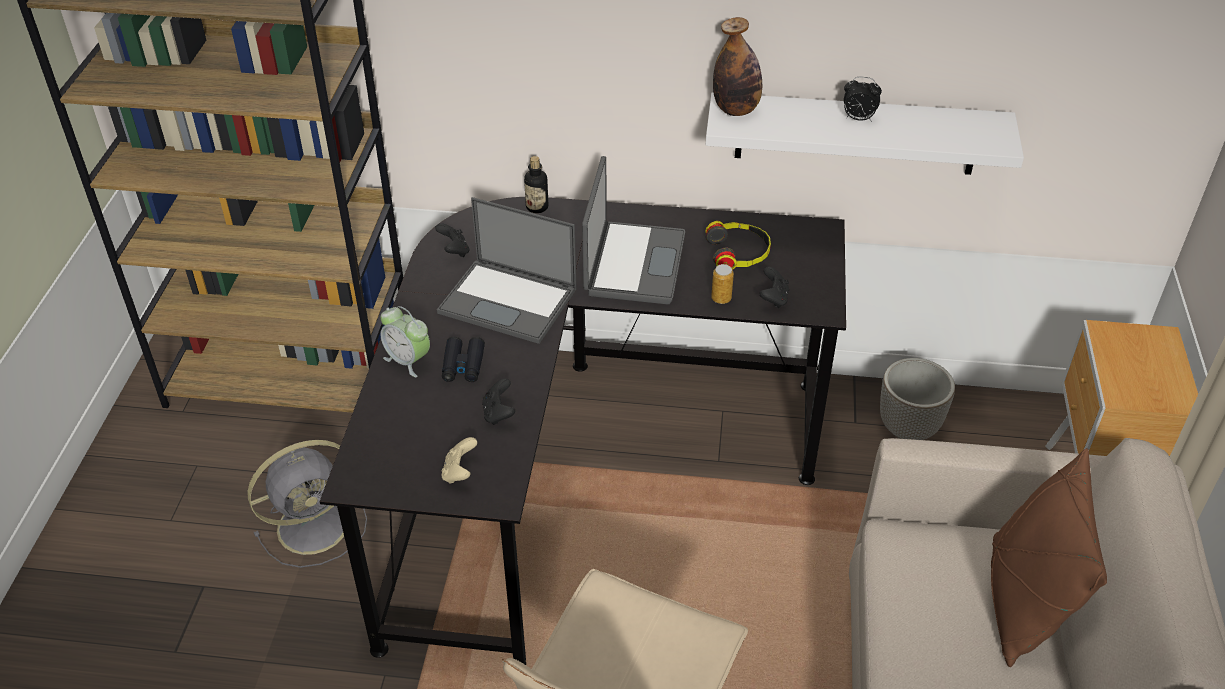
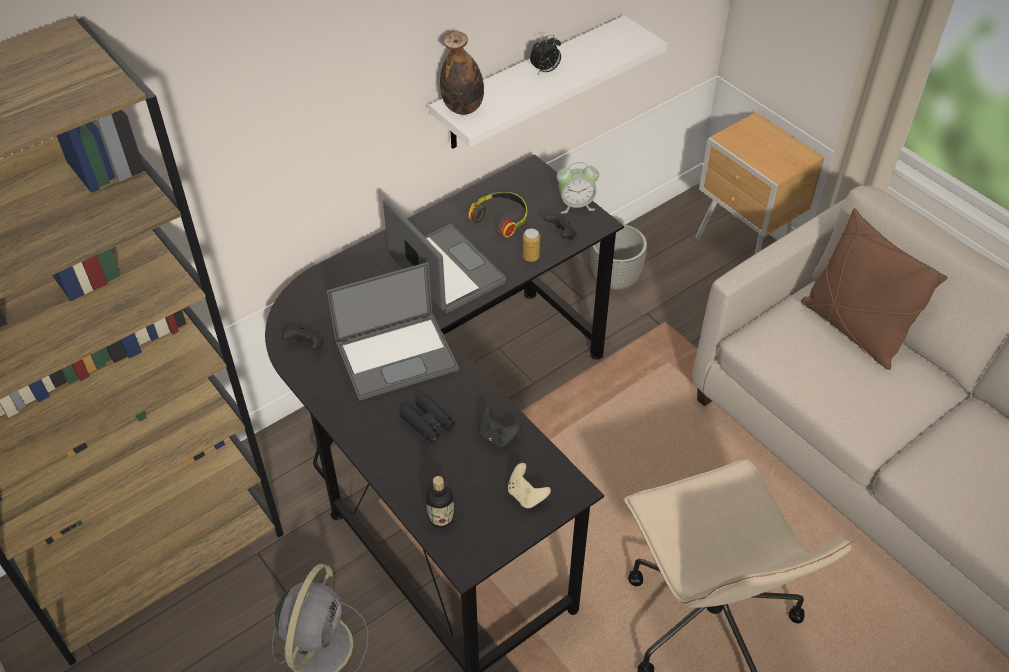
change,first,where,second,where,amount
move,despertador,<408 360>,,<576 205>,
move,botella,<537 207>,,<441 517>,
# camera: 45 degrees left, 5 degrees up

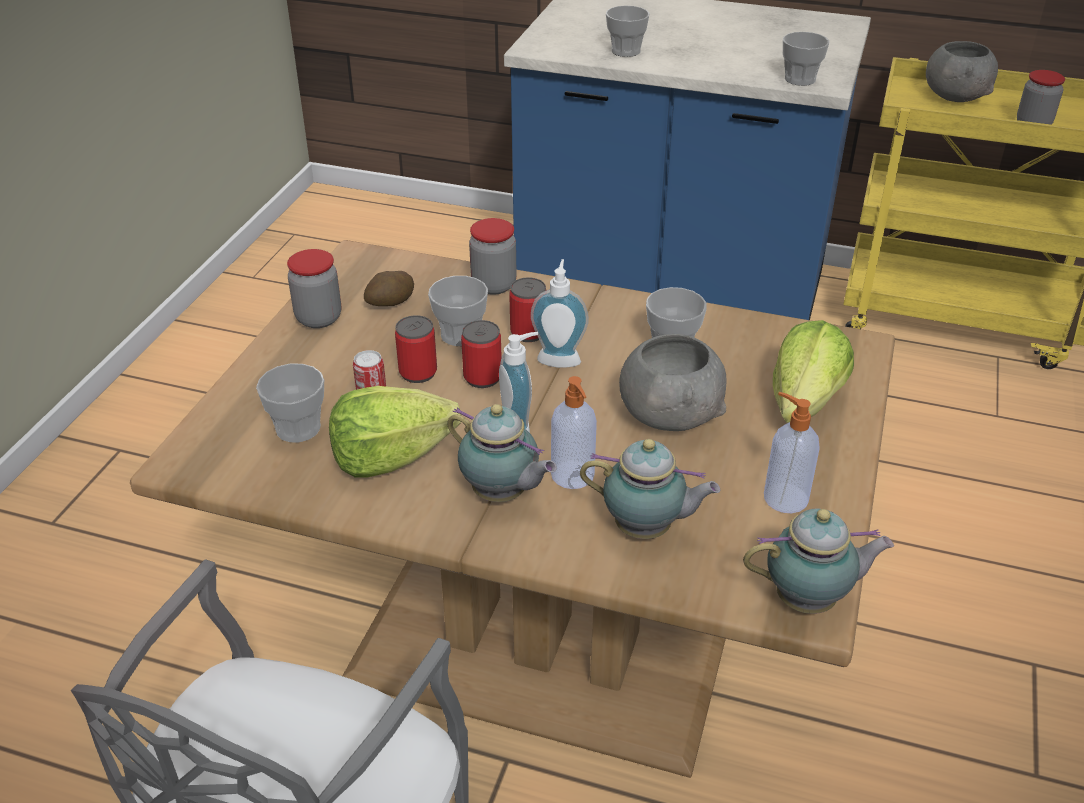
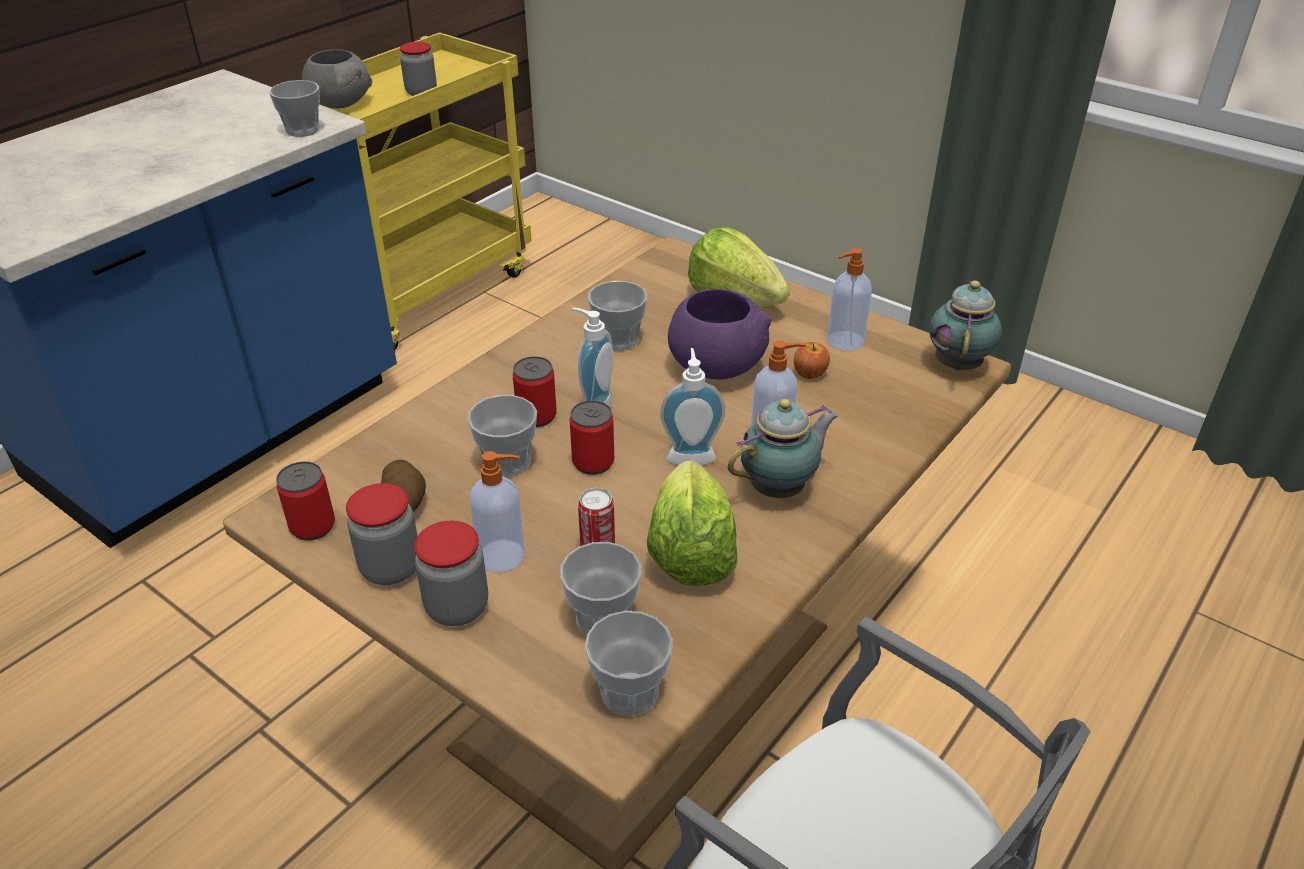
change,first,where,second,where,amount
move,lata,<418 372>,,<312 526>,
move,tarro,<494 285>,,<457 607>,
delete,tetera,<646 529>,,,
move,taza,<625 51>,,<629 692>,
recolor,cuenco (gris),<670 415>,cuenco (morado),<715 367>,
insert,,,dispensador de jabón,<503 556>,
insert,,,manzana,<810 373>,
# camera: 70 degrees left, 0 degrees up

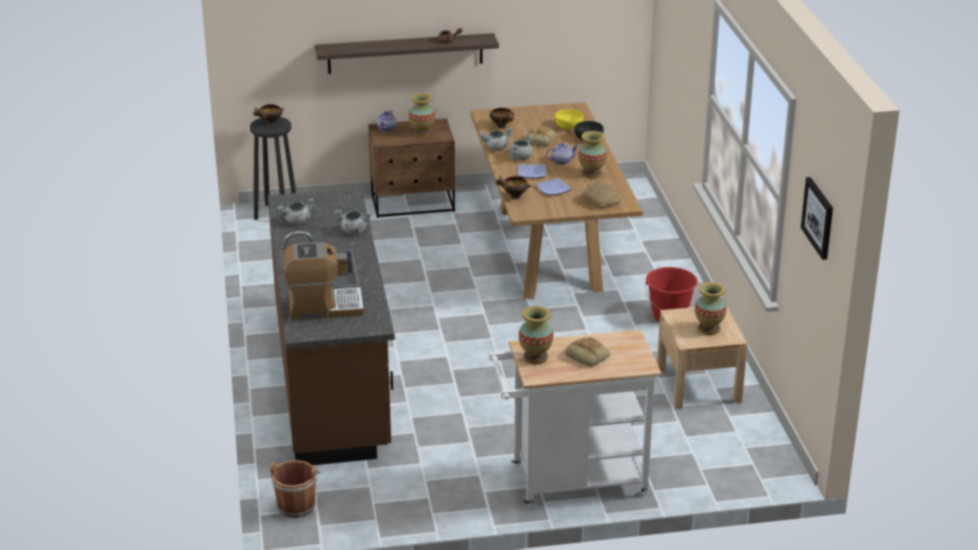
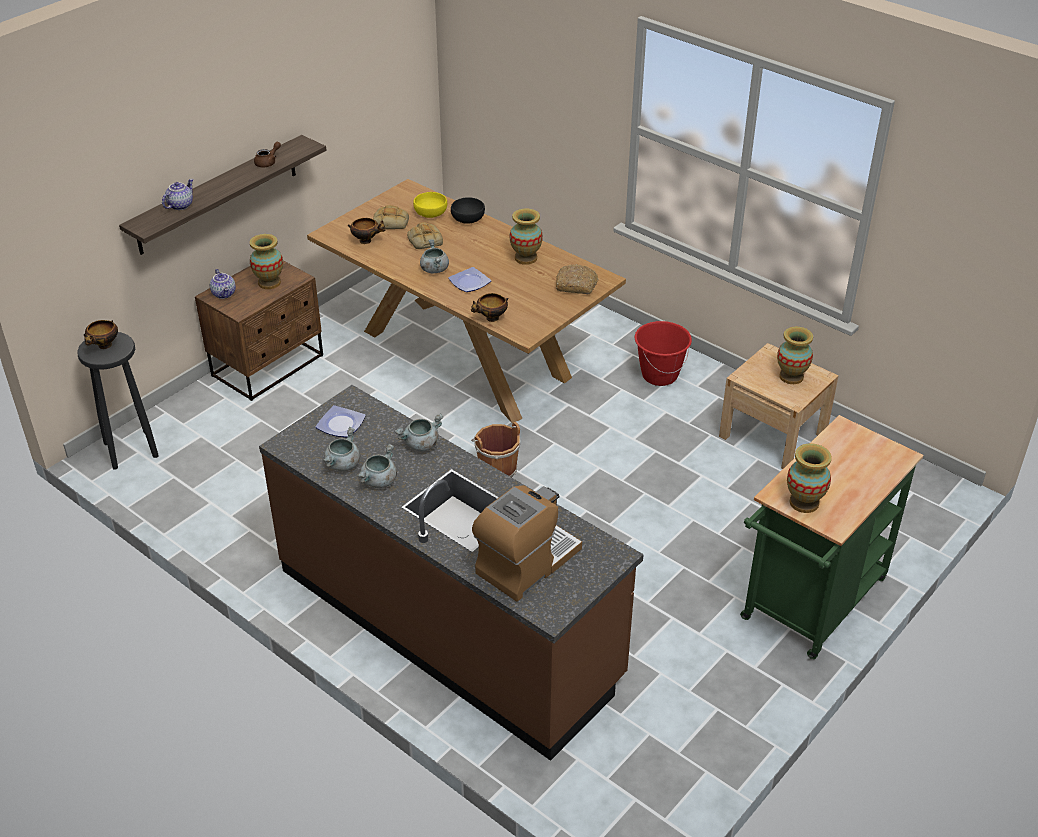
change,first,where,second,where,amount
move,cubo (marrón),<296 505>,,<496 468>,
move,olla (gris),<496 148>,,<379 481>,
recolor,carrito (blanco),<570 481>,carrito (verde),<809 606>,
move,plato,<554 189>,,<342 424>,
move,tetera,<561 161>,,<180 205>,
move,pan,<588 356>,,<391 222>,
delete,cuadro,<818 217>,,,
# camera: 40 degrees left, 10 degrees up

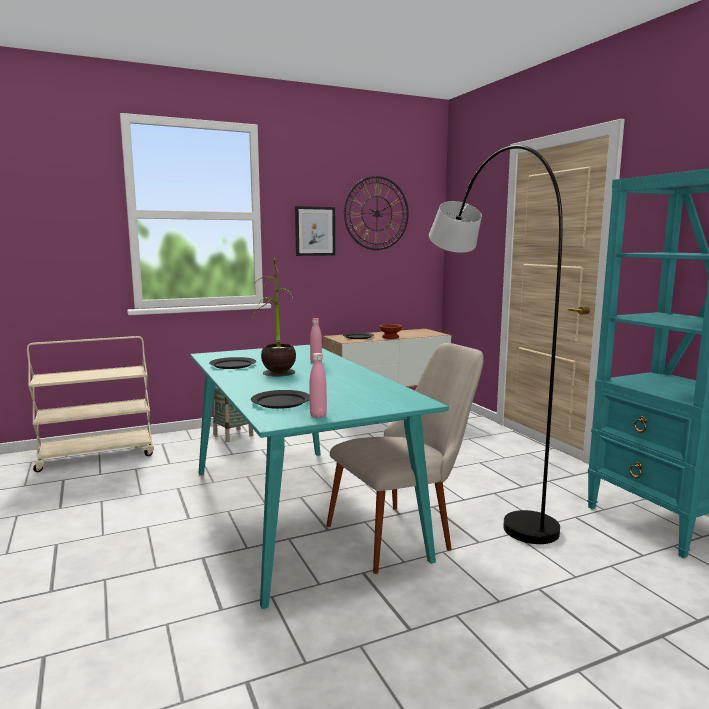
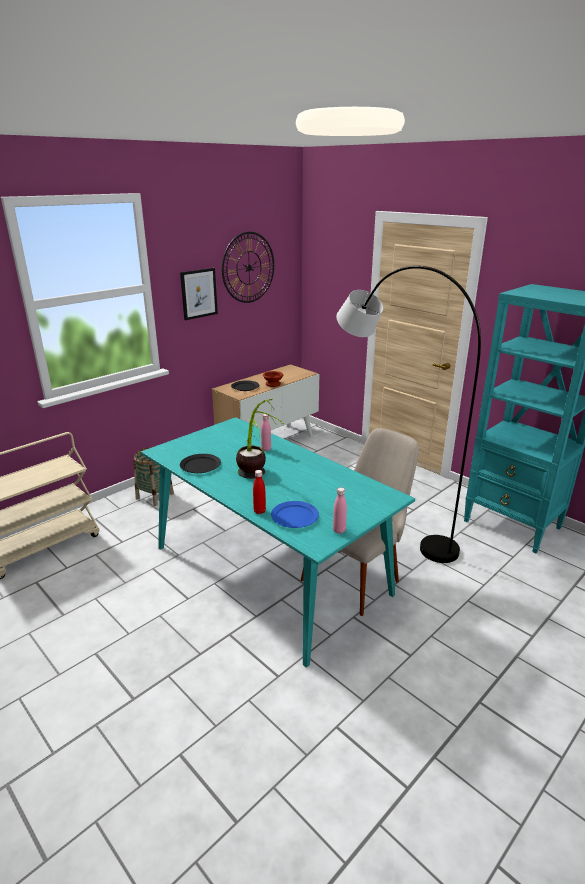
change,first,where,second,where,amount
recolor,plato (negro),<281 401>,plato (azul),<294 516>,
insert,,,botella (rojo),<259 511>,
# camera: 20 degrees left, 15 degrees up

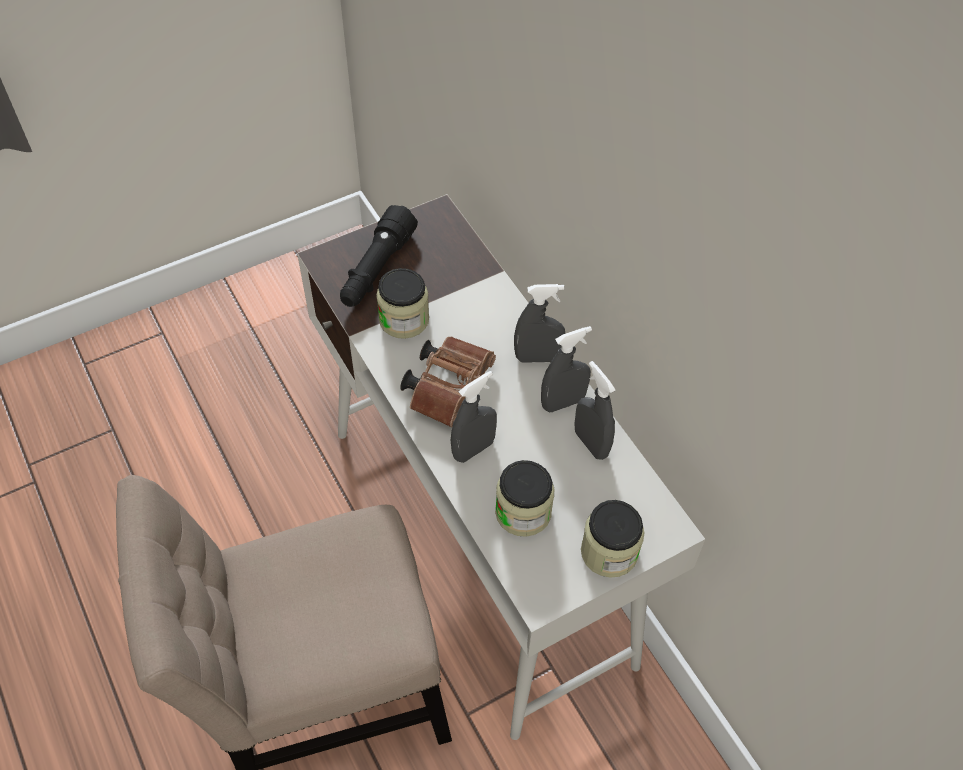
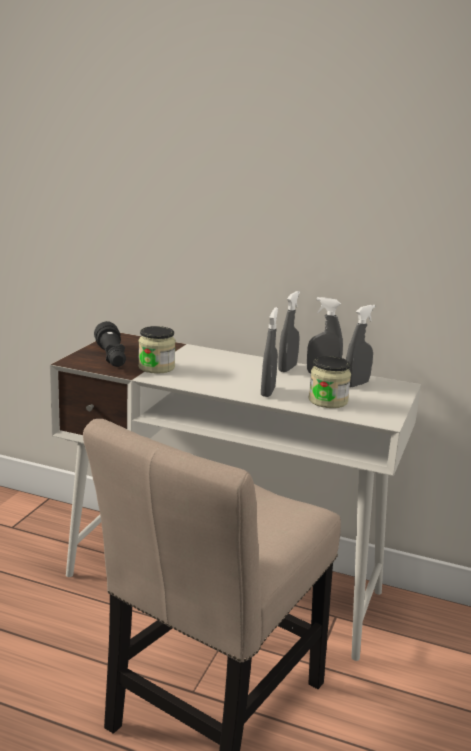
change,first,where,second,where,amount
delete,prismáticos (marrón),<449 386>,,,
move,pulverizador (gris),<537 357>,,<356 384>,
delete,tarro,<609 552>,,,
# camera: 40 degrees left, 35 degrees down

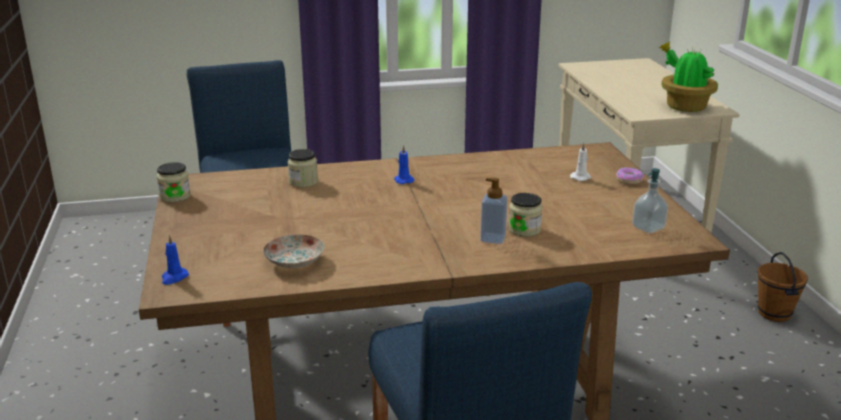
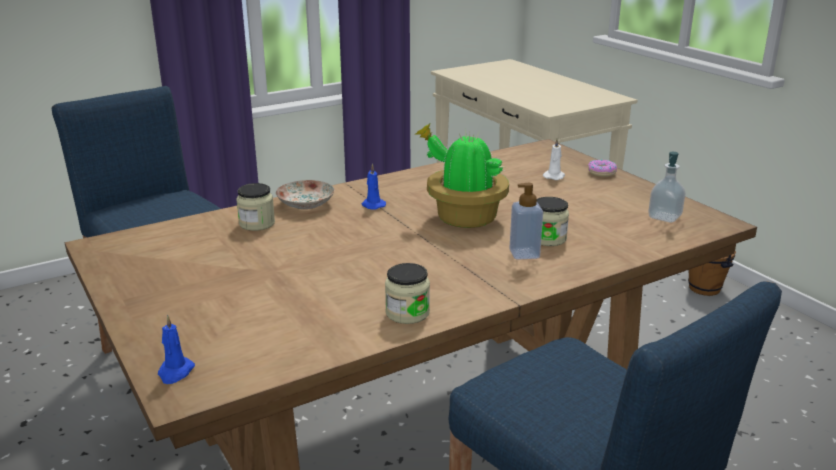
change,first,where,second,where,amount
move,tarro,<175 196>,,<407 313>,
move,plato,<294 261>,,<305 204>,
move,planta en maceta,<684 106>,,<463 218>,
# camera: 20 degrees left, 0 degrees up

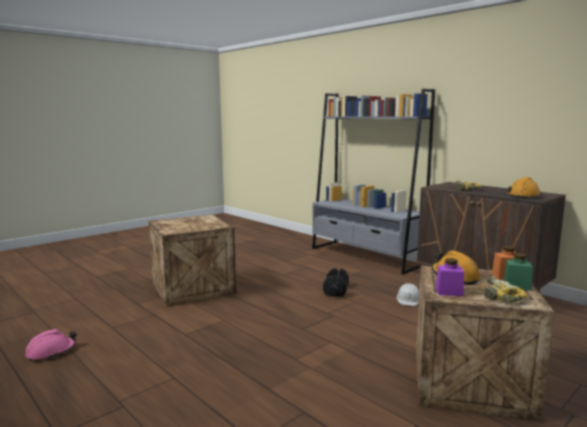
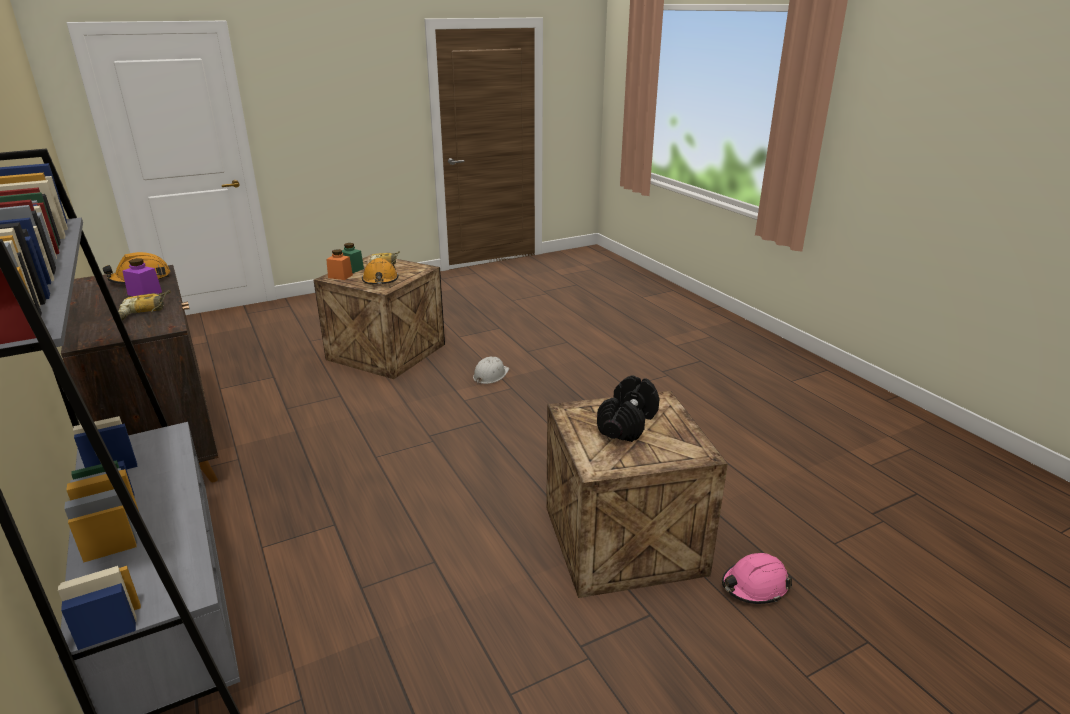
change,first,where,second,where,amount
move,casco (rosa),<51 352>,,<754 586>,
move,mancuerna (negro),<336 290>,,<627 424>,
move,casco (blanco),<408 299>,,<490 375>,
move,tarro (morado),<449 292>,,<145 293>,
# camera: 165 degrees left, 15 degrees up

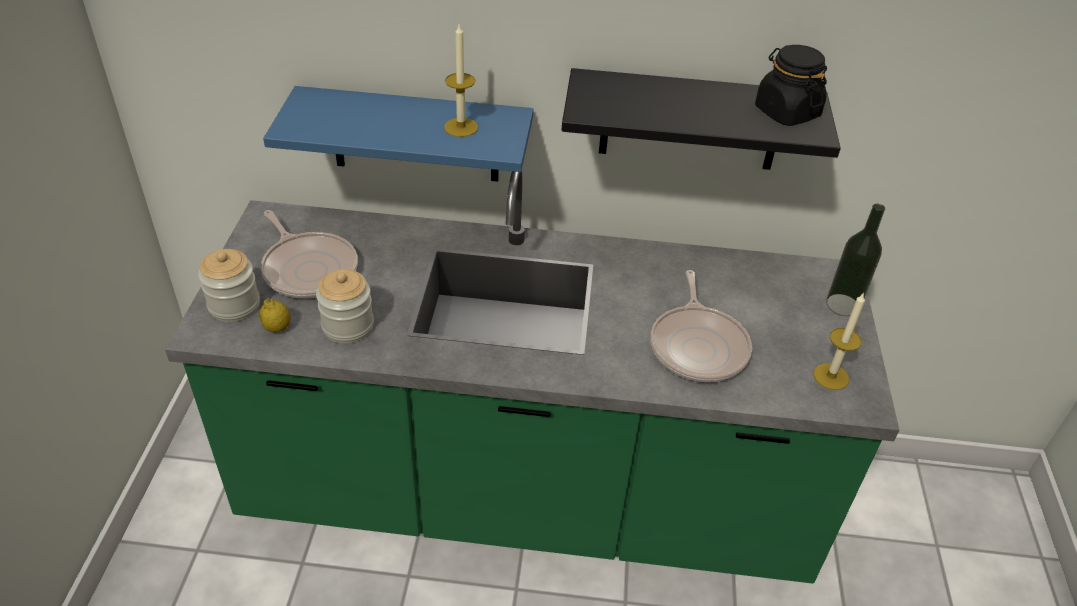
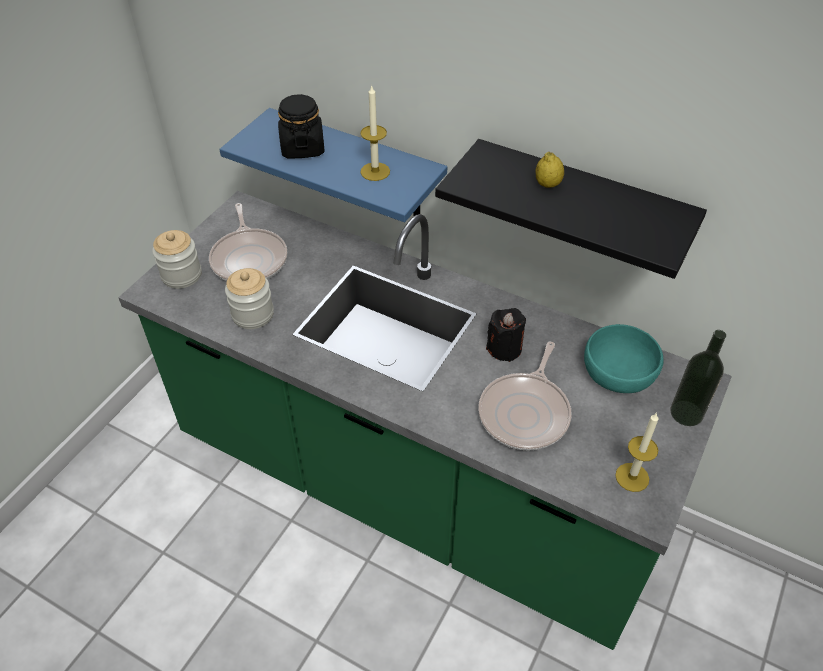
change,first,where,second,where,amount
move,limón,<277 328>,,<547 185>,
move,tarro (negro),<786 112>,,<302 147>,
insert,,,vela (negro),<504 348>,
insert,,,cuenco (turquesa),<617 373>,
# camera: 25 degrees right, 5 degrees up

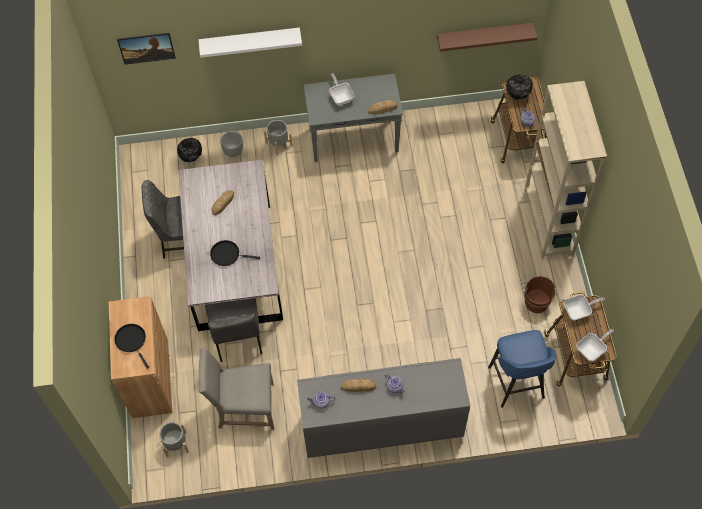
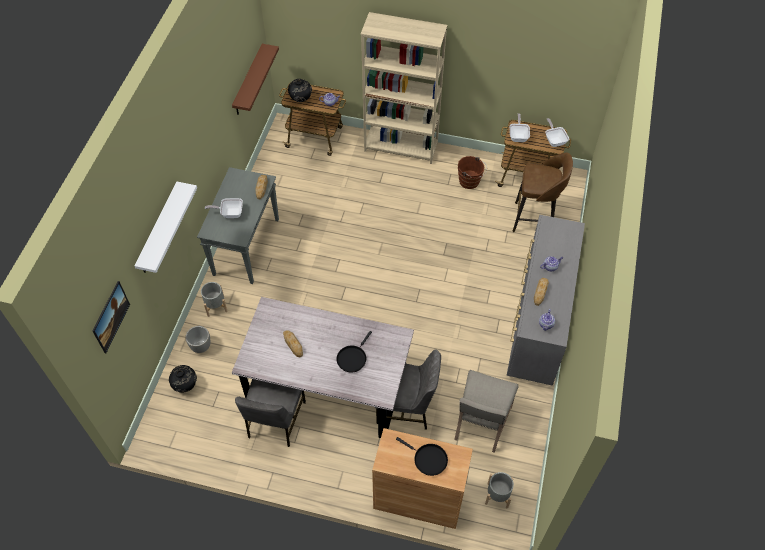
change,first,where,second,where,amount
rotate,sartén (negro),<132 341>,,<428 459>,135 degrees counterclockwise
recolor,taburete (azul),<516 384>,taburete (marrón),<534 219>,
# camera: 70 degrees left, 5 degrees down

